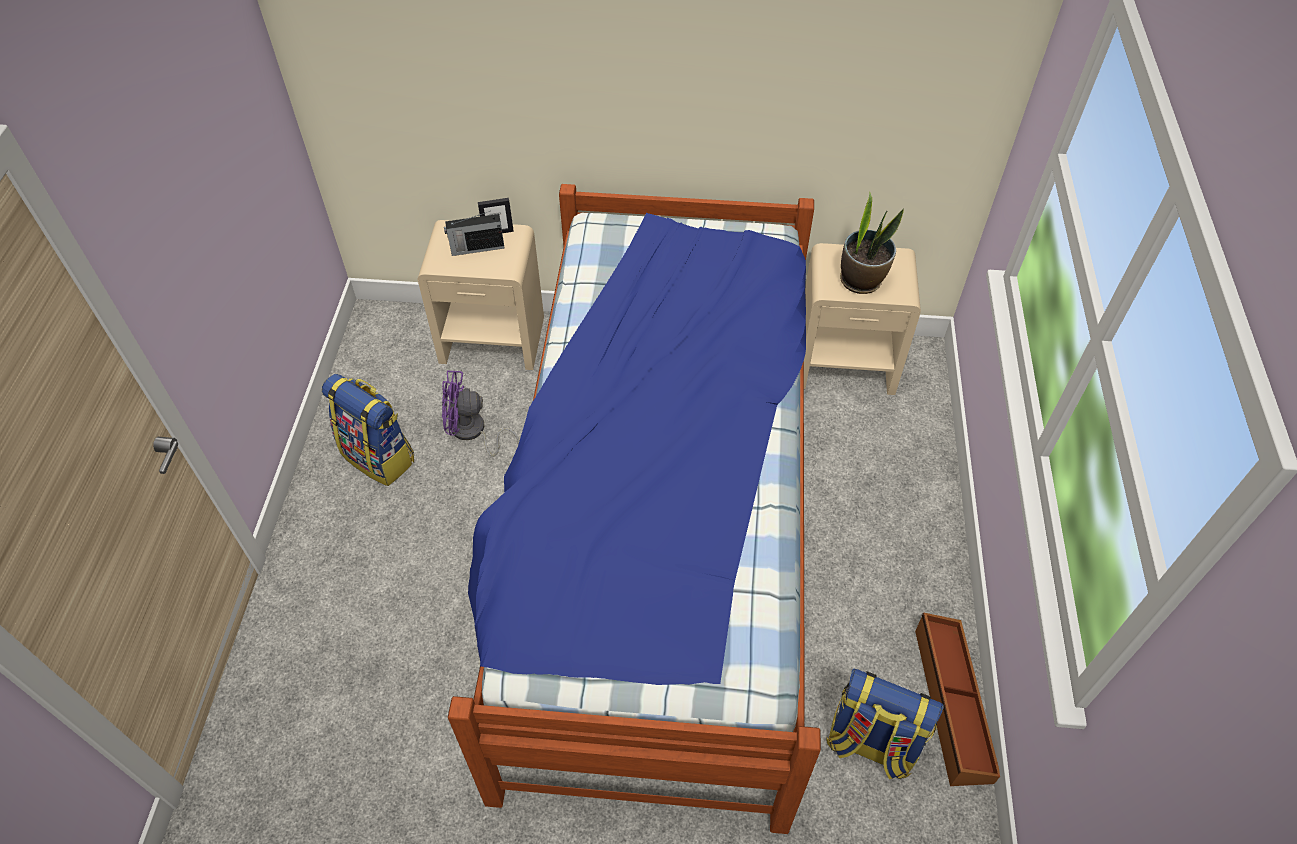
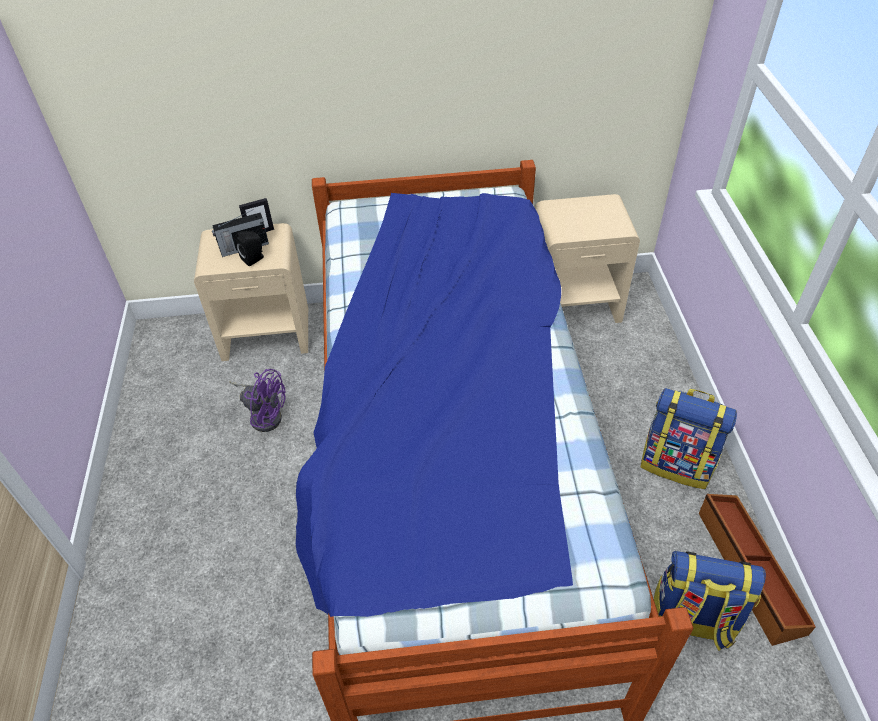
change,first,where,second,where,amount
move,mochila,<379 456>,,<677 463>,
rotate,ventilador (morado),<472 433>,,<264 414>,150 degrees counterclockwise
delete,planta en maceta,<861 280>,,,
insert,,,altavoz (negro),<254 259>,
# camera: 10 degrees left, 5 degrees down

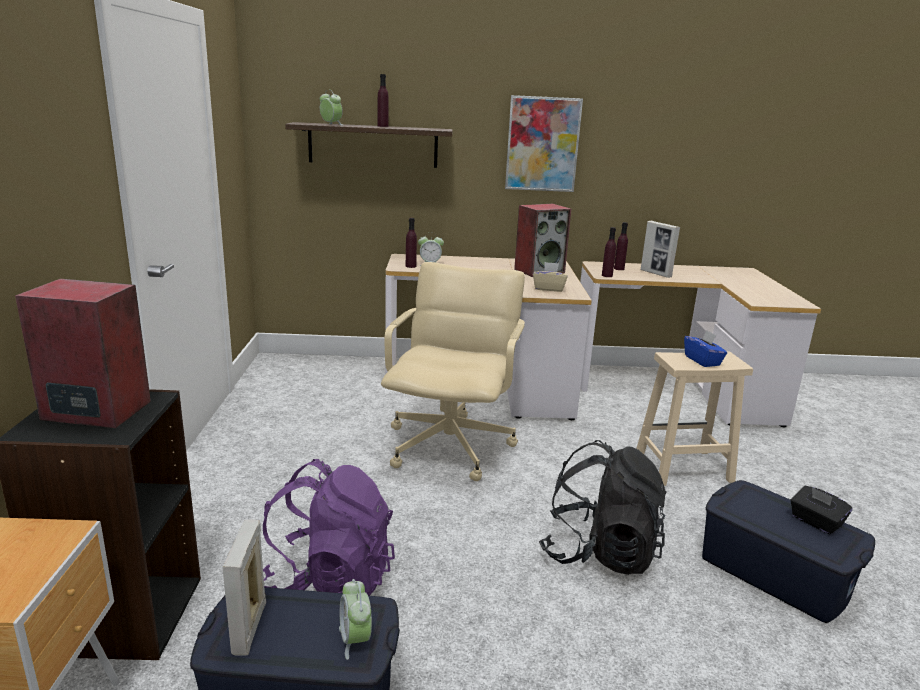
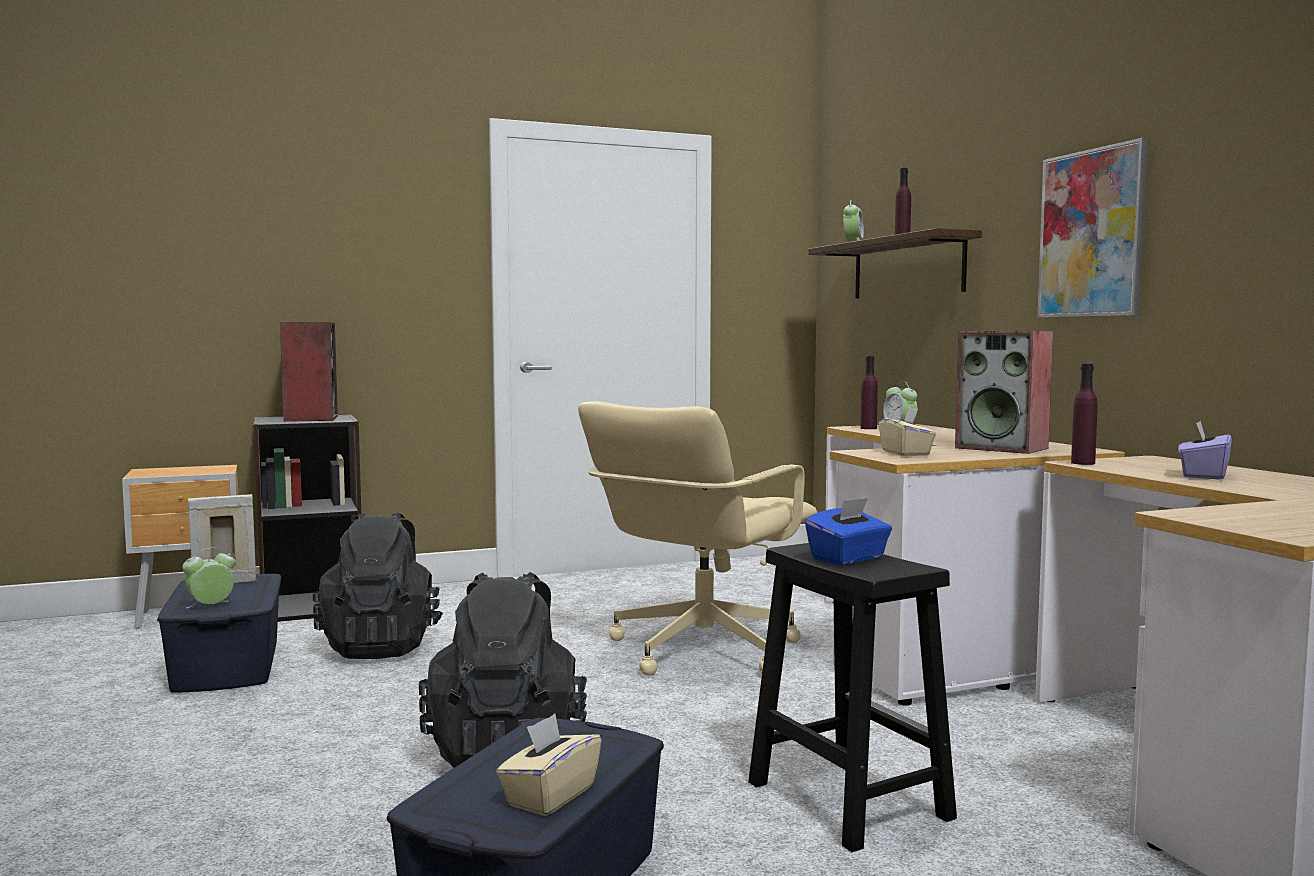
change,first,where,second,where,amount
recolor,mochila (morado),<329 580>,mochila (negro),<381 647>,
rotate,silla de oficina (beis),<451 446>,,<700 650>,135 degrees clockwise
delete,botella (morado),<619 269>,,,
recolor,taburete (beis),<682 467>,taburete (negro),<845 799>,
replace,portarretratos,<656 273>,caja de pañuelos (morado),<1203 475>,
recolor,caja de pañuelos (negro),<815 522>,caja de pañuelos (beis),<549 796>,
# camera: 70 degrees right, 15 degrees down

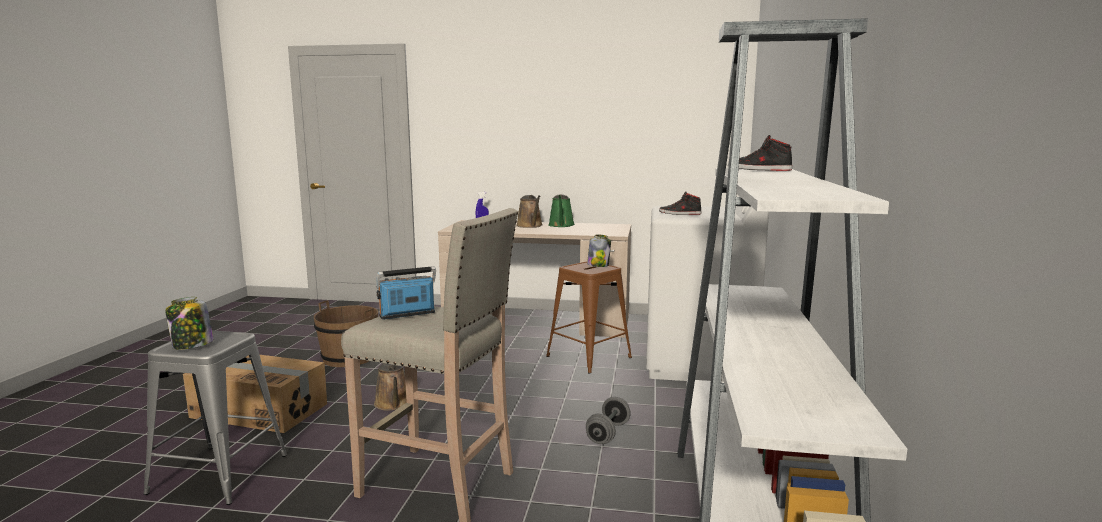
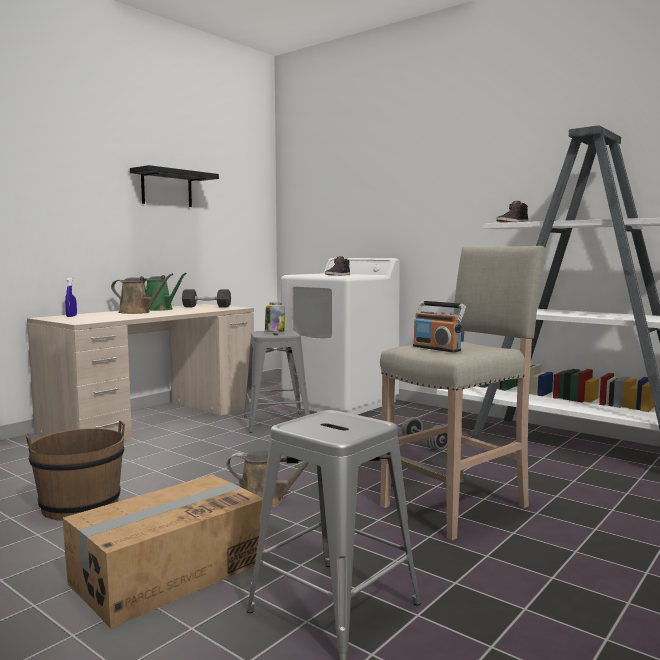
change,first,where,second,where,amount
delete,tarro,<192 345>,,,
rotate,radio,<407 314>,,<437 348>,45 degrees counterclockwise
recolor,taburete (marrón),<588 357>,taburete (gris),<276 422>,
insert,,,estante (negro),<166 188>,
insert,,,mancuerna (gris),<206 306>,
# camera: 60 degrees left, 5 degrees down

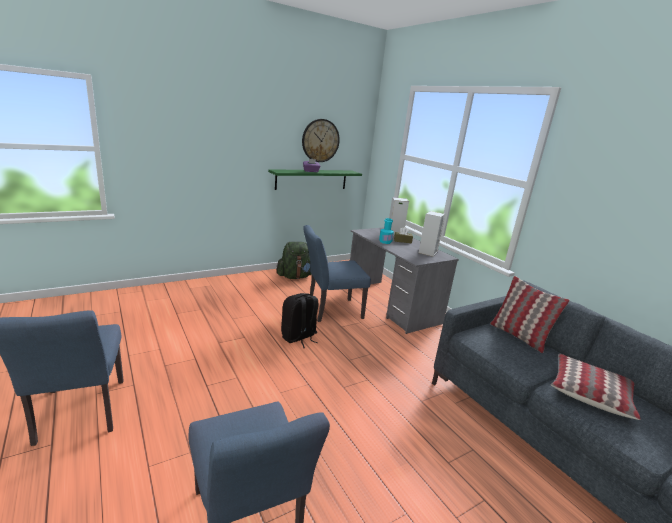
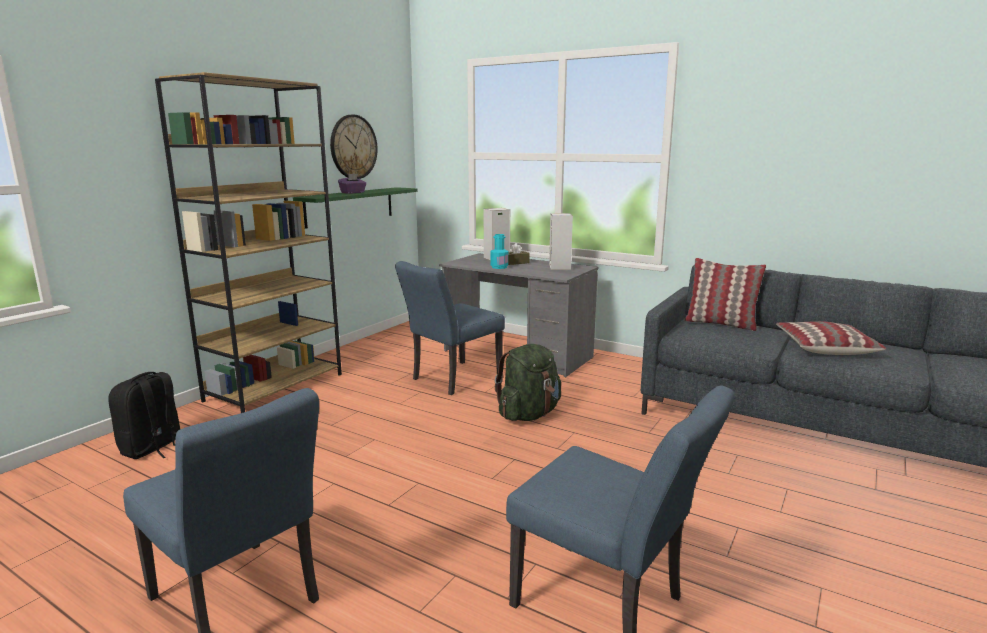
change,first,where,second,where,amount
move,mochila (verde),<295 277>,,<529 414>,
move,mochila (negro),<299 337>,,<152 448>,
insert,,,estantería (marrón),<275 387>,
# camera: 25 degrees left, 5 degrees down

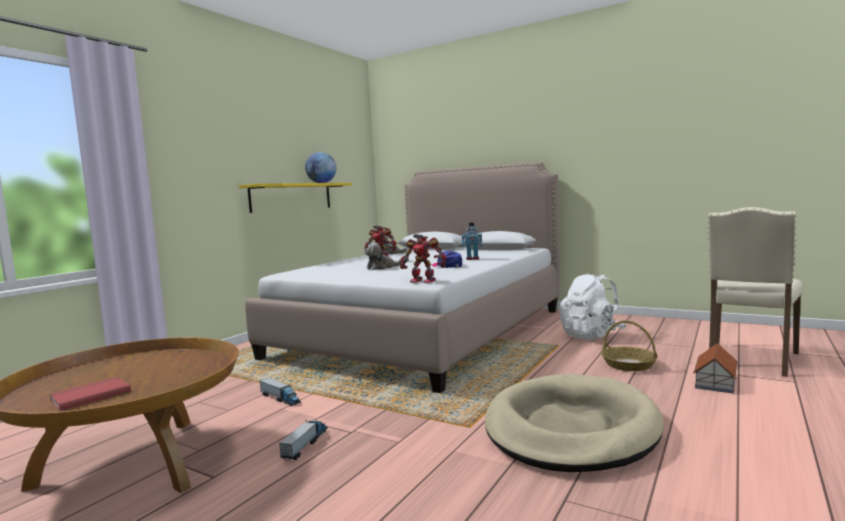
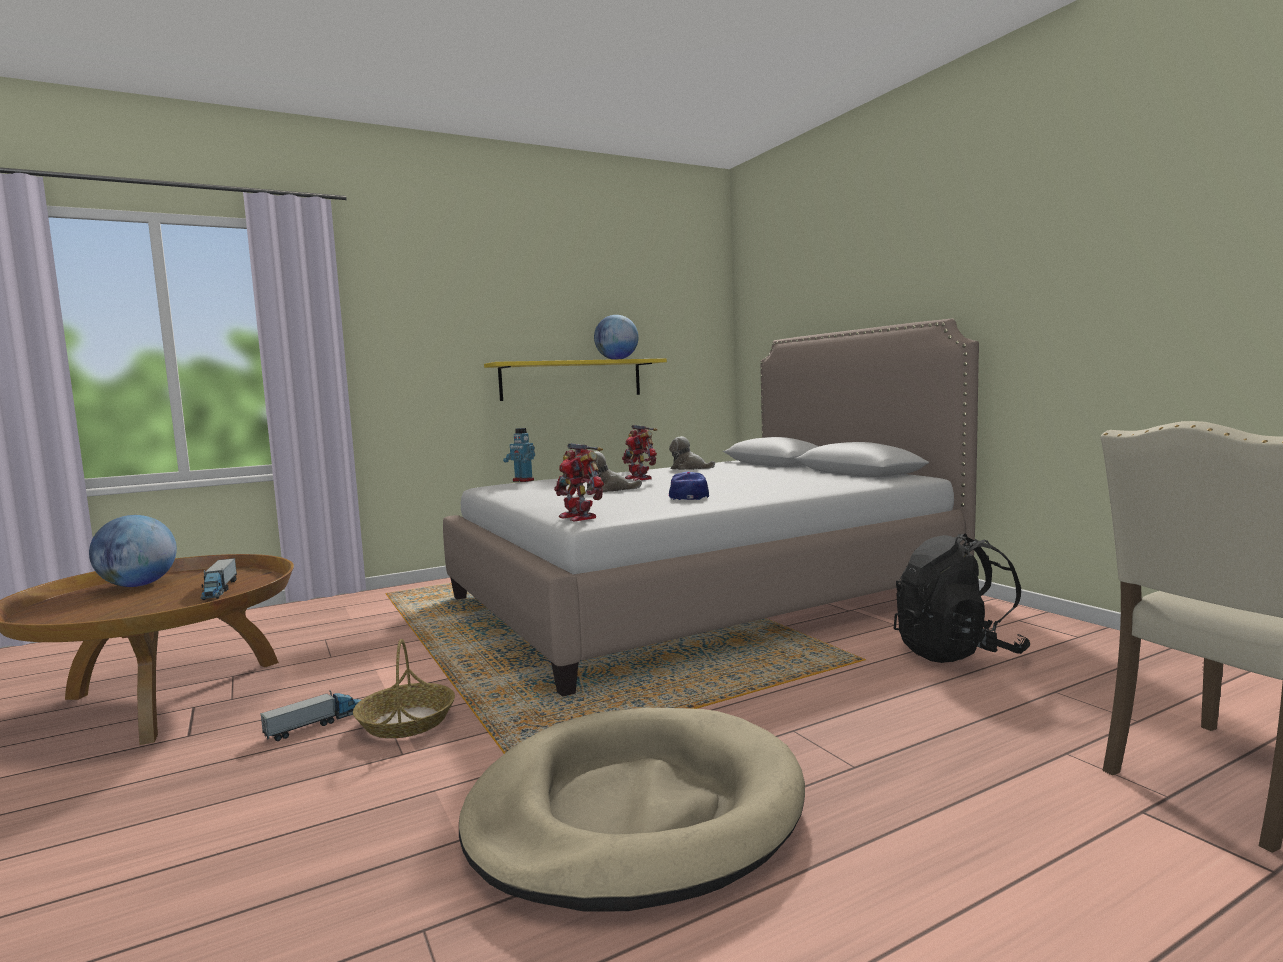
change,first,where,second,where,amount
delete,libro (rojo),<90 395>,,,
move,camión de juguete,<280 399>,,<219 589>,
move,robot de juguete,<472 259>,,<523 481>,
recolor,mochila (blanco),<591 335>,mochila (negro),<957 653>,
move,cesta,<628 365>,,<406 721>,
delete,casita,<715 382>,,,
insert,,,globo terráqueo,<138 585>,
# camera: 30 degrees right, 0 degrees up

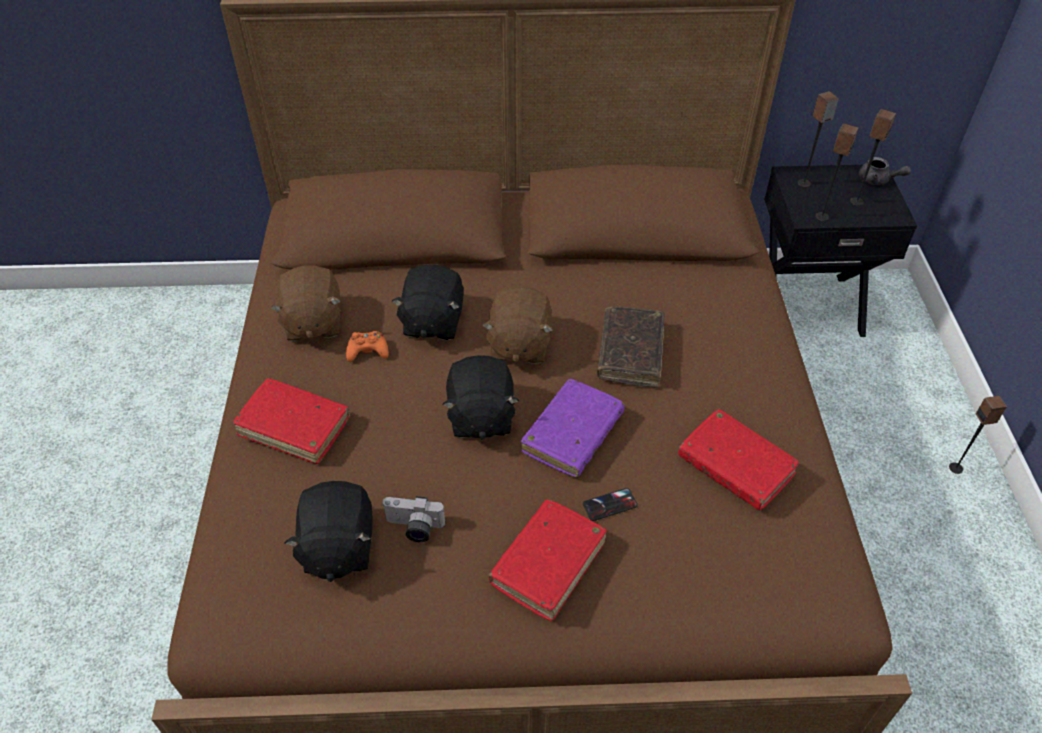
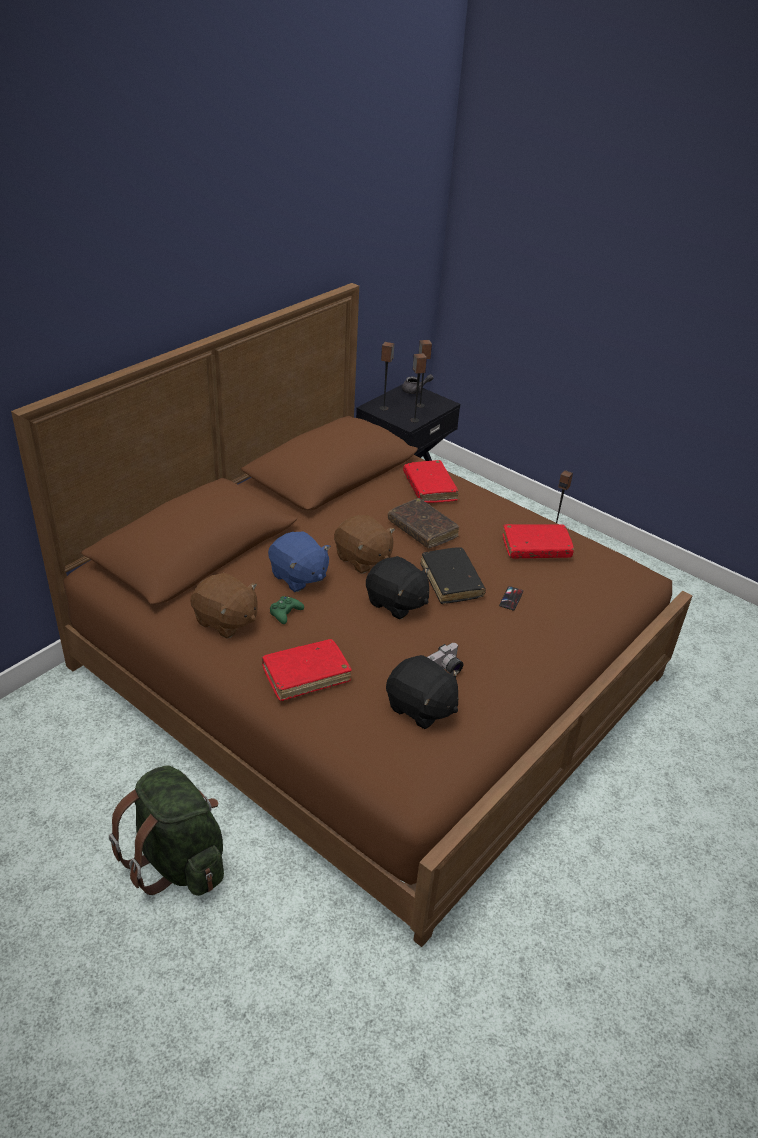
change,first,where,second,where,amount
recolor,mando de consola (naranja),<368 350>,mando de consola (verde),<285 613>,
recolor,peluche (negro),<432 322>,peluche (azul),<298 577>,
move,libro (rojo),<548 564>,,<429 488>,
recolor,libro (morado),<572 434>,libro (negro),<451 581>,
insert,,,mochila (verde),<178 860>,
# camera: 50 degrees left, 10 degrees down

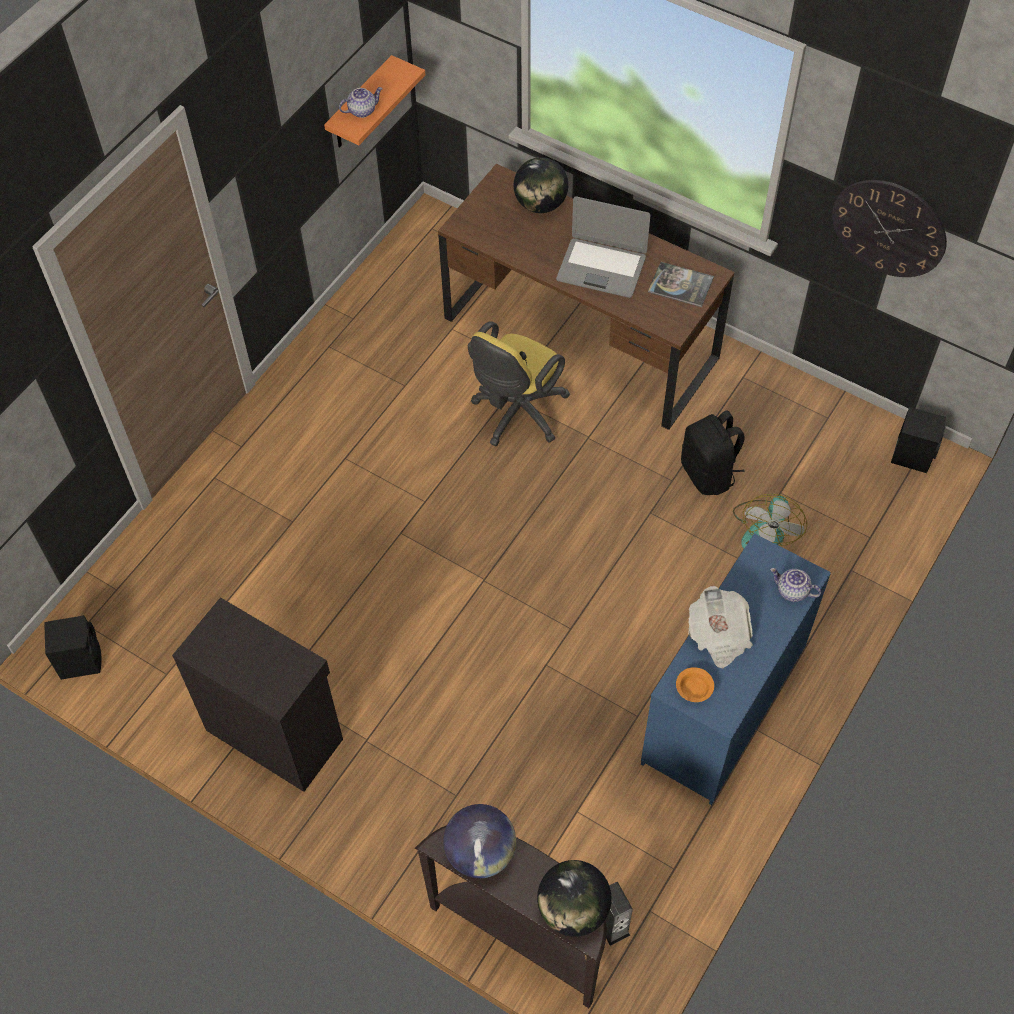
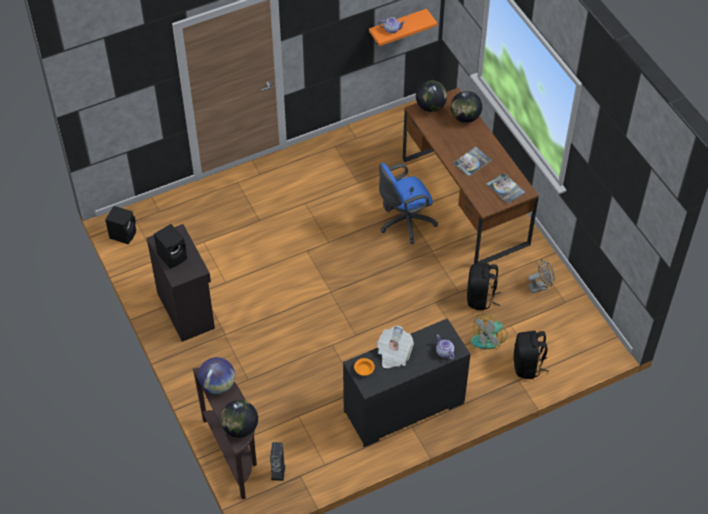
change,first,where,second,where,amount
recolor,silla de oficina (amarillo),<516 414>,silla de oficina (azul),<404 223>,
replace,portátil,<601 267>,libro,<472 162>,
recolor,cómoda (azul),<724 707>,cómoda (negro),<404 408>,
delete,reloj de pared,<889 228>,,,
move,altavoz (negro),<913 454>,,<173 256>,
insert,,,globo terráqueo,<430 106>,
insert,,,mochila (negro),<527 366>,
insert,,,ventilador (gris),<540 286>,
# camera: 30 degrees right, 5 degrees down

